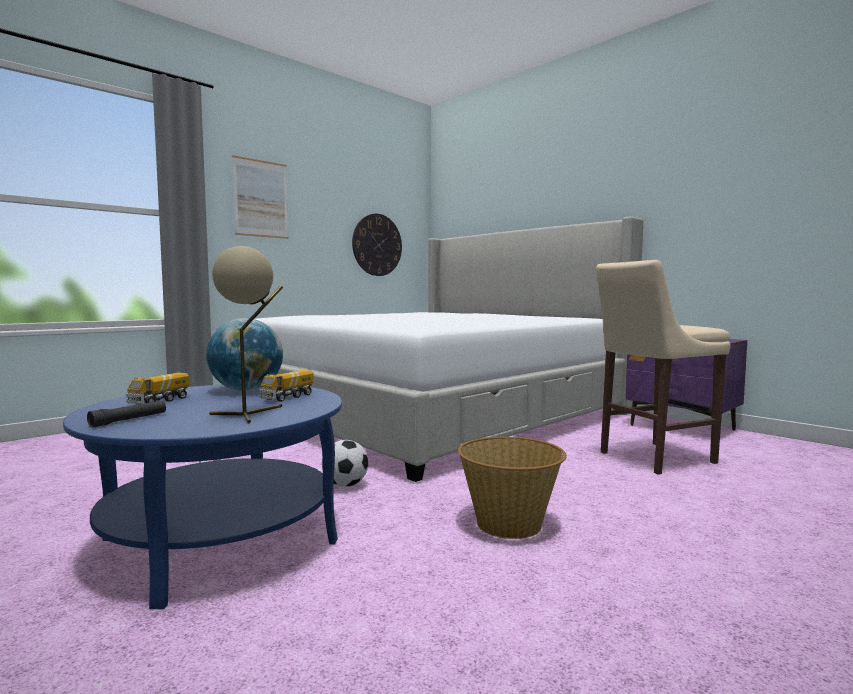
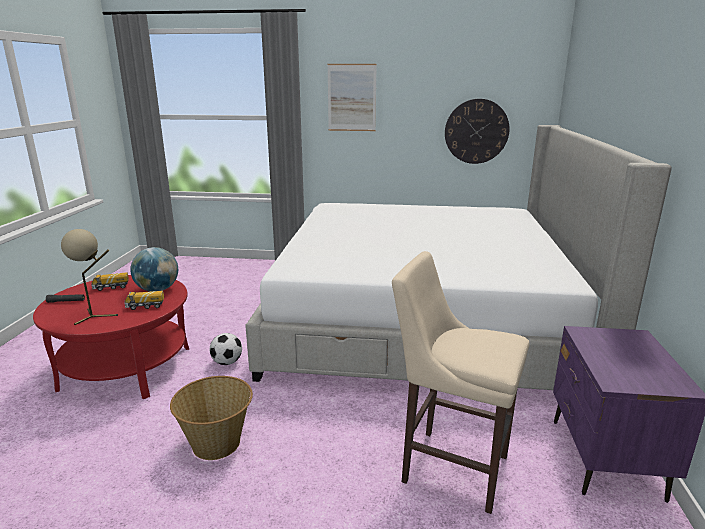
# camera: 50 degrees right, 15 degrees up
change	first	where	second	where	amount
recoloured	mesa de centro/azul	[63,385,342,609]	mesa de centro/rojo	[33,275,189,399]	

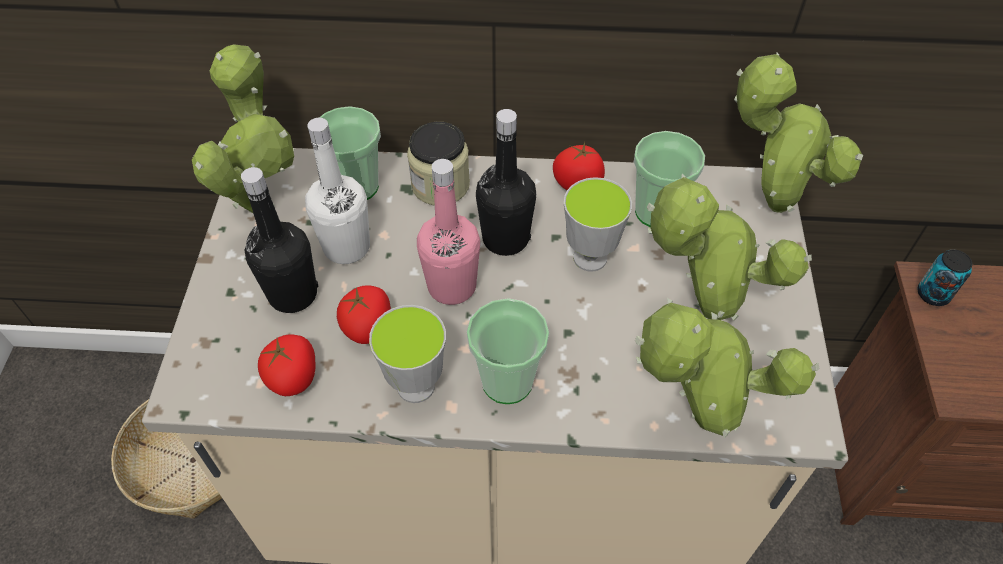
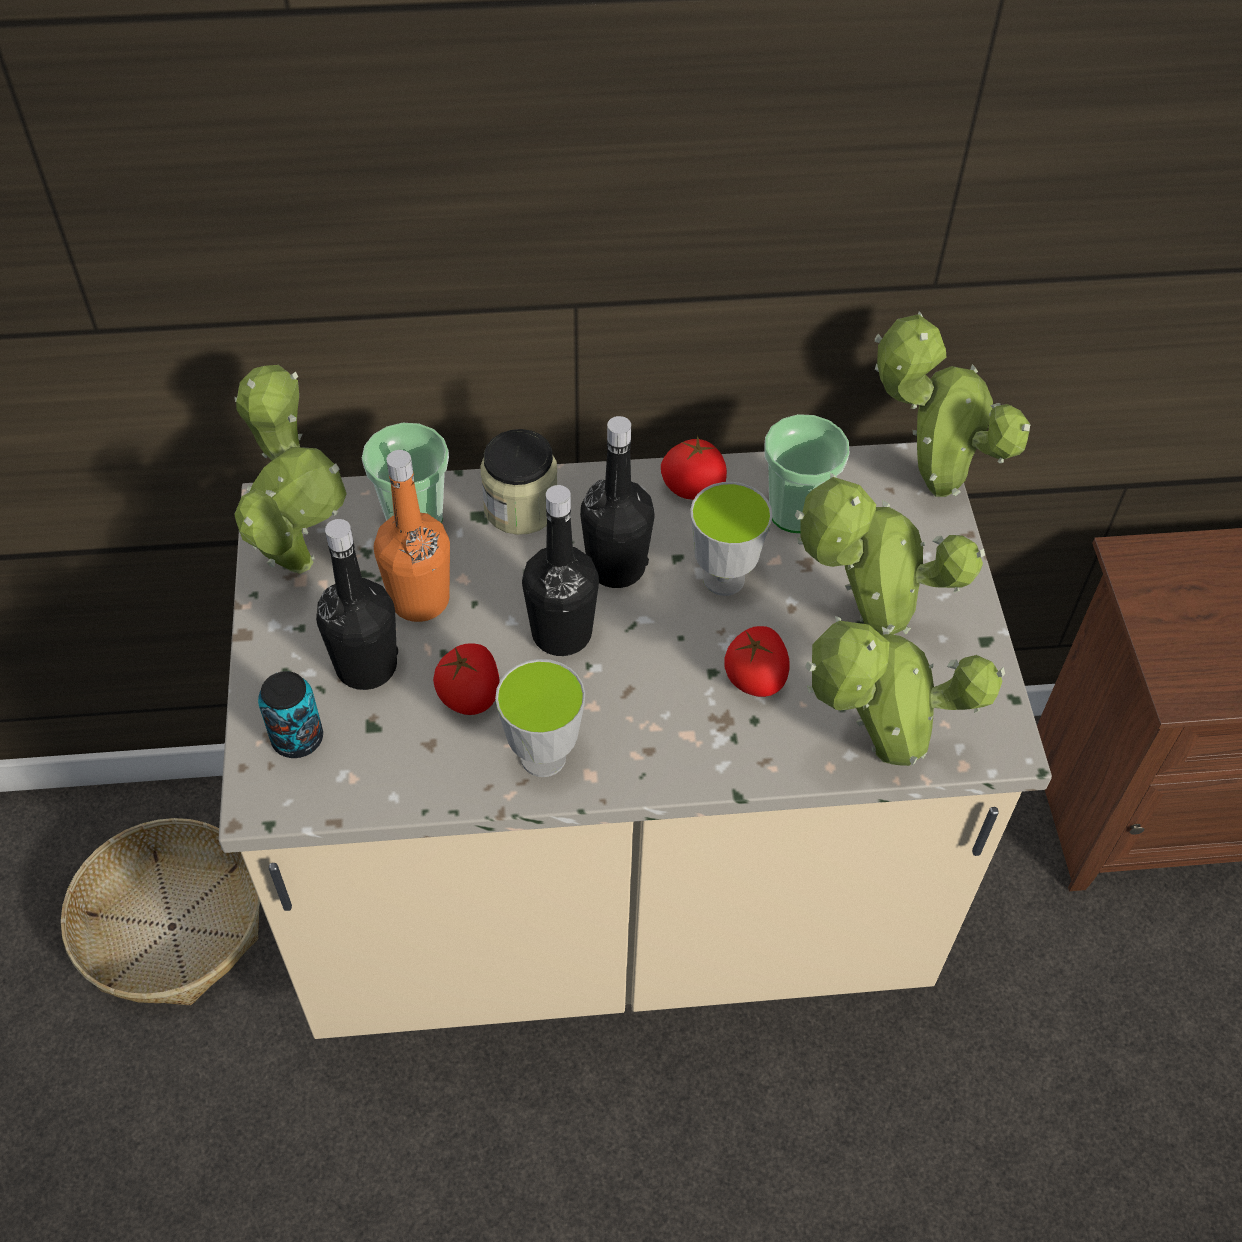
# camera: 10 degrees left, 0 degrees up
change	first	where	second	where	amount
recoloured	botella/blanco	[305,118,370,264]	botella/naranja	[374,450,450,622]	
recoloured	botella/rosa	[417,159,480,305]	botella/negro	[522,485,599,656]	
moved	lata	[917,249,972,306]		[258,671,323,758]	
removed	taza	[467,298,549,404]			
moved	tomate	[258,335,316,396]		[724,626,790,697]	

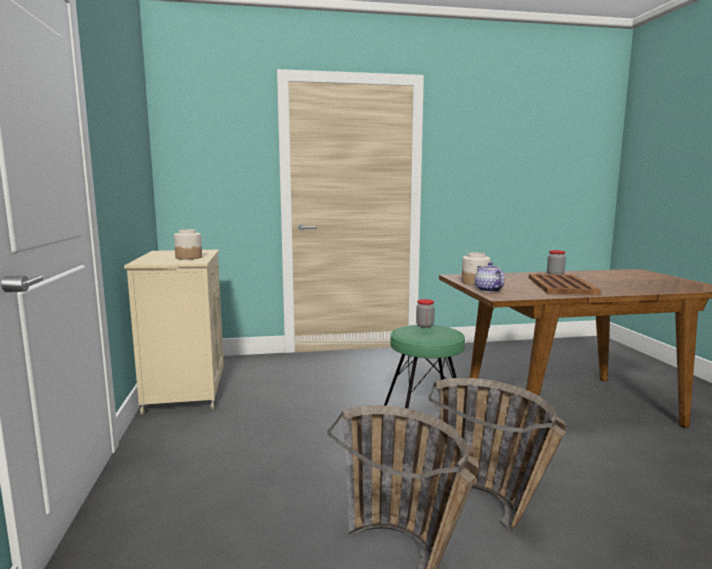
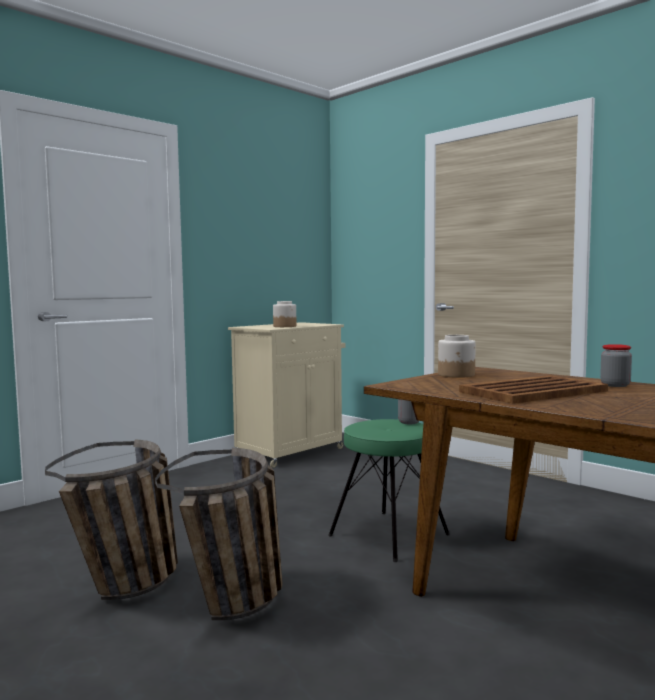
# camera: 55 degrees right, 5 degrees down
change	first	where	second	where	amount
removed	tetera	[475,262,505,292]			

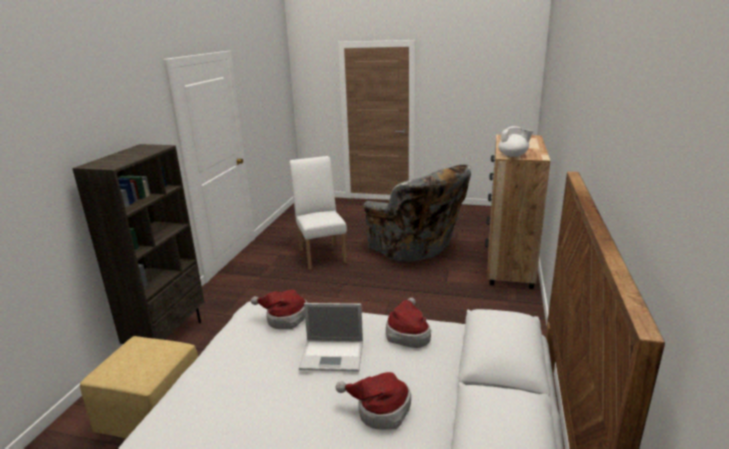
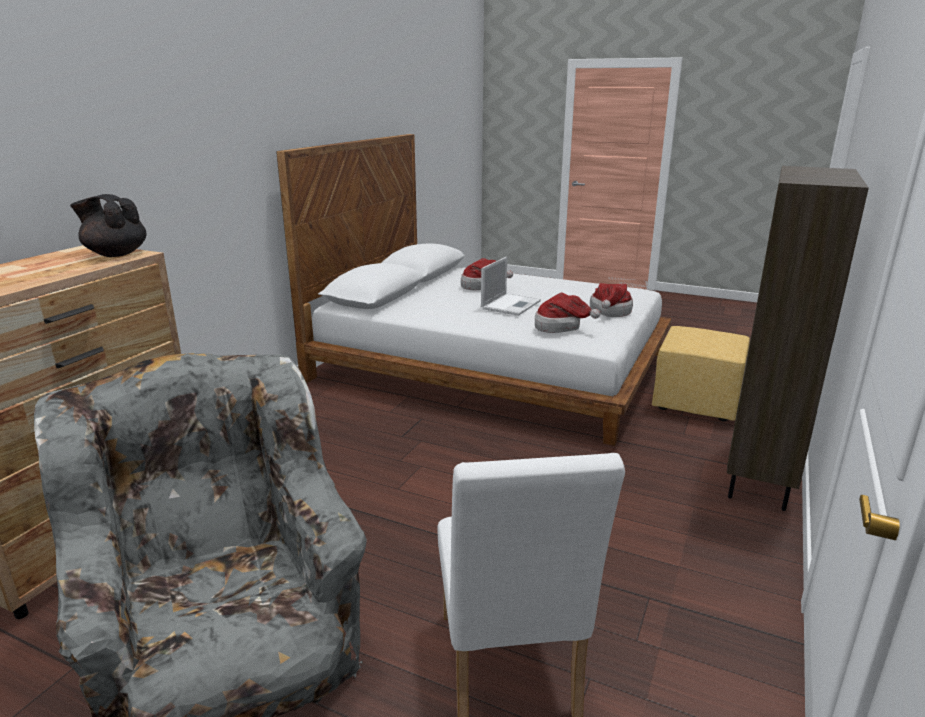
# camera: 170 degrees left, 0 degrees up
change	first	where	second	where	amount
recoloured	tetera/blanco	[498,126,533,157]	tetera/negro	[70,194,147,257]	
moved	sombrero	[386,297,431,348]		[590,283,633,317]	
turned	portátil	[299,303,363,372]		[481,257,541,316]	105 degrees clockwise

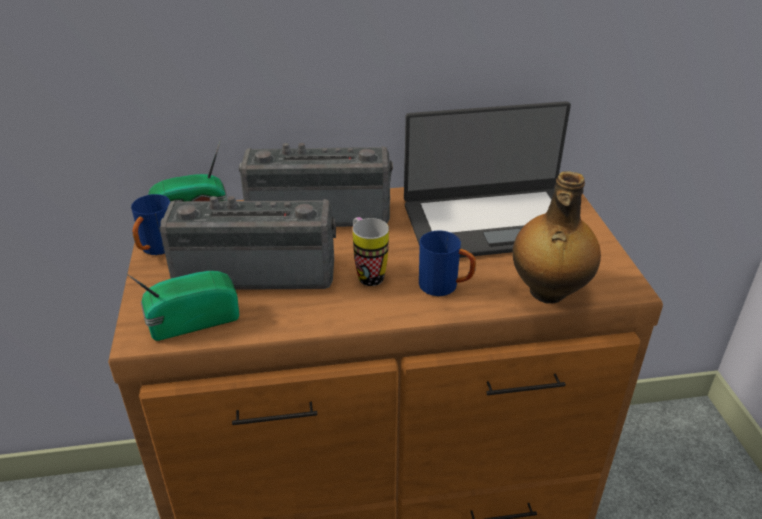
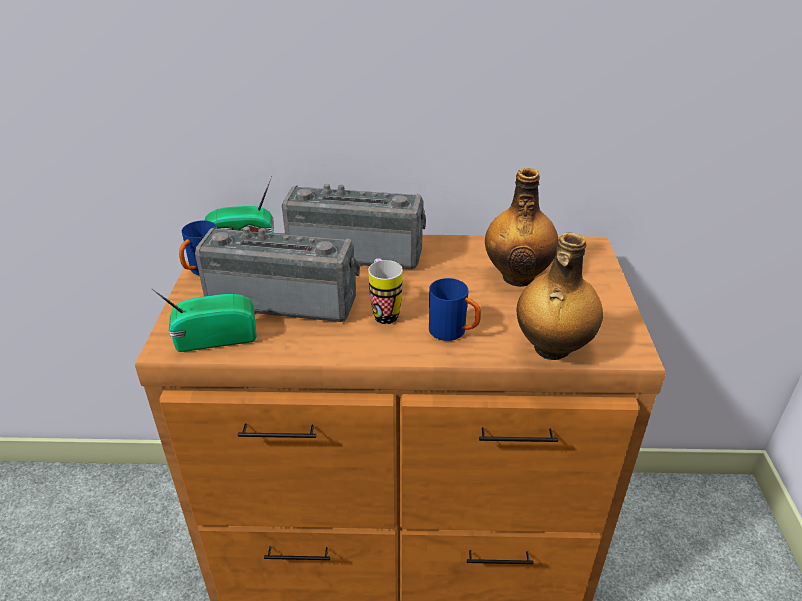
# camera: 10 degrees right, 0 degrees up
change	first	where	second	where	amount
replaced	portátil	[404,101,571,258]	botella	[485,168,559,287]	

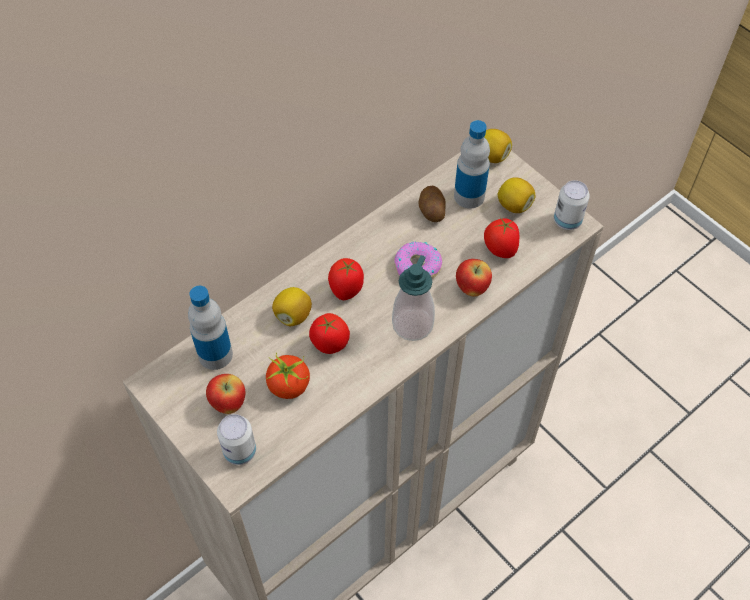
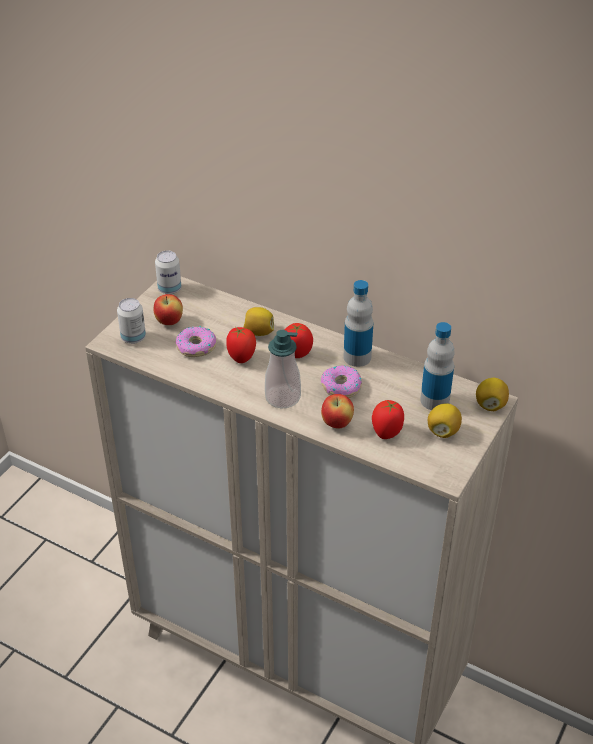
# camera: 70 degrees right, 15 degrees down
change	first	where	second	where	amount
moved	lata	[554,180,590,230]		[155,251,181,294]	
removed	patata	[418,186,446,222]			
moved	botella	[188,286,233,370]		[343,280,373,367]	
replaced	tomate	[266,353,310,399]	rosquilla	[176,326,216,357]	

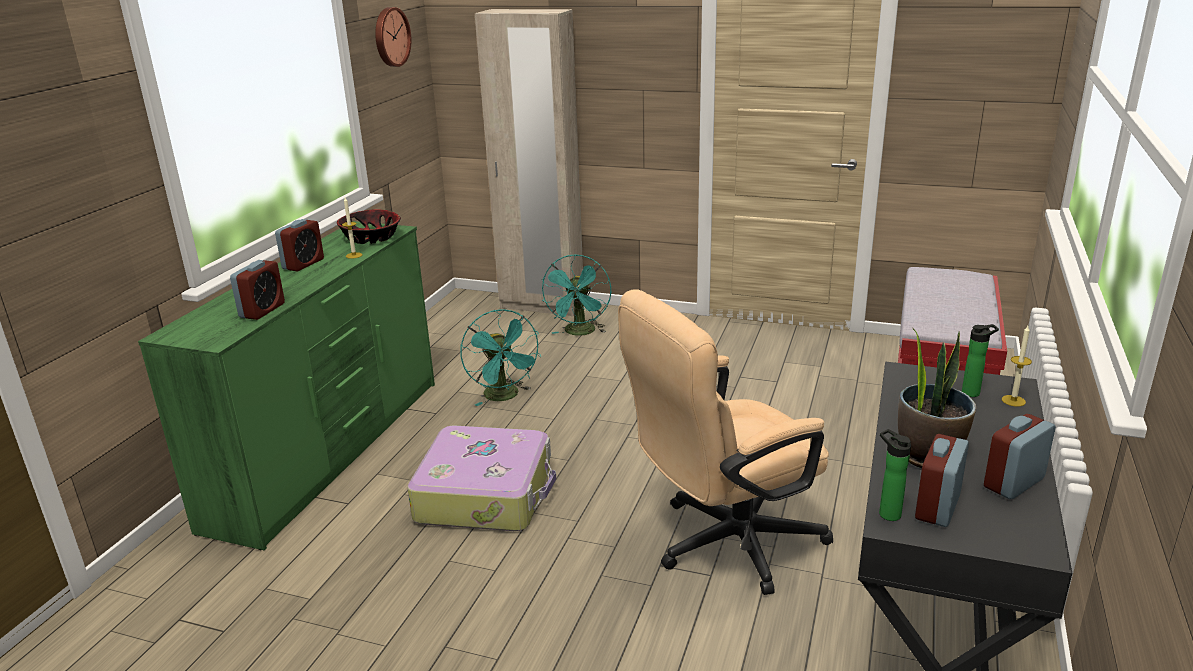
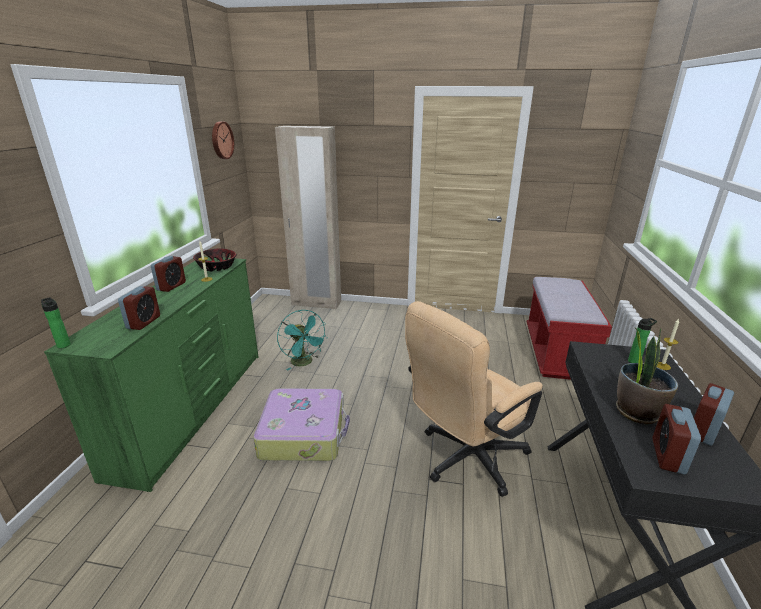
# camera: 10 degrees left, 0 degrees up
change	first	where	second	where	amount
removed	ventilador/turquesa	[542,254,611,336]			
moved	botella	[879,429,911,521]		[41,297,71,348]	

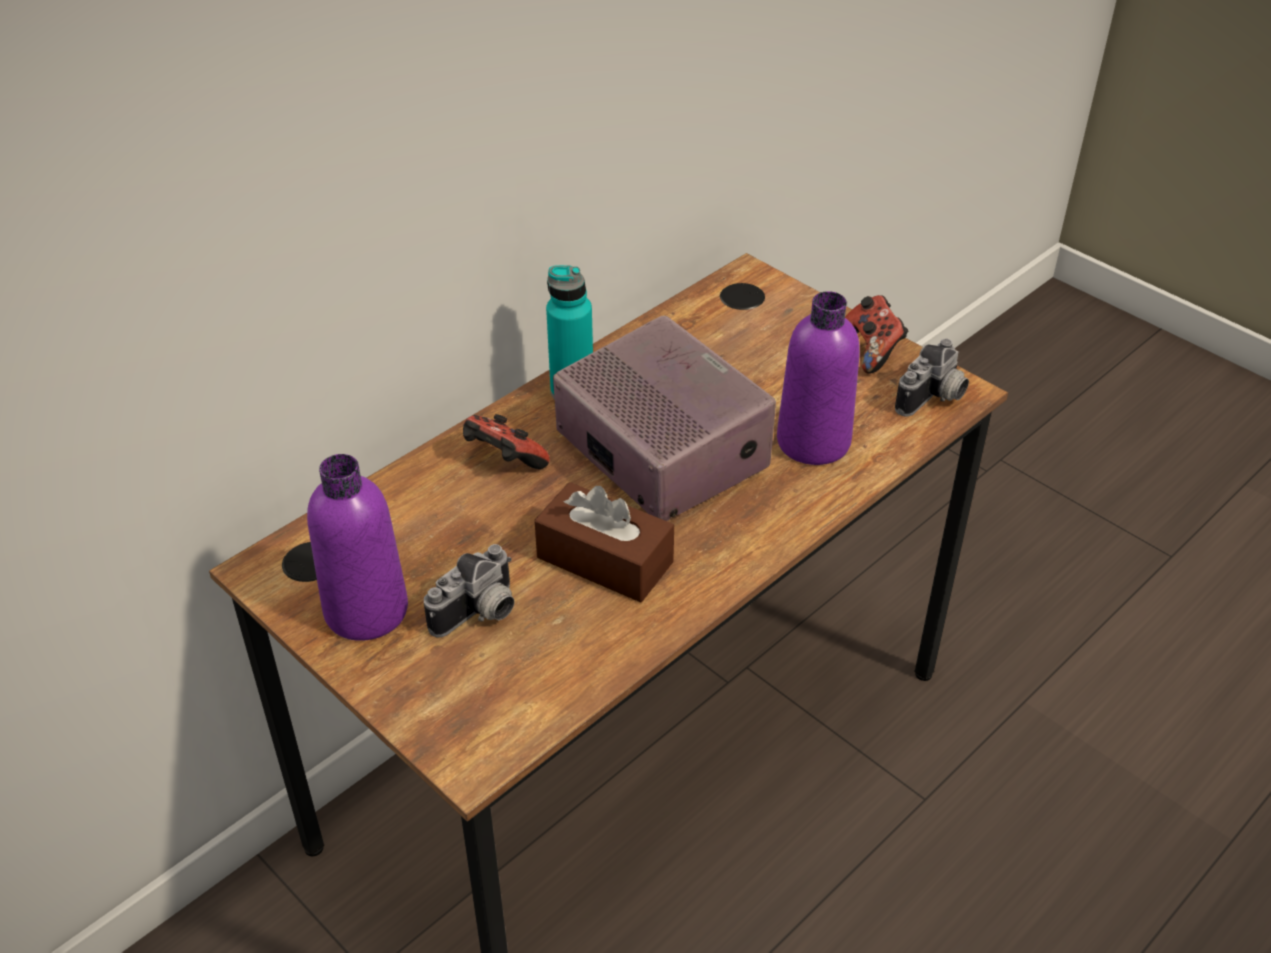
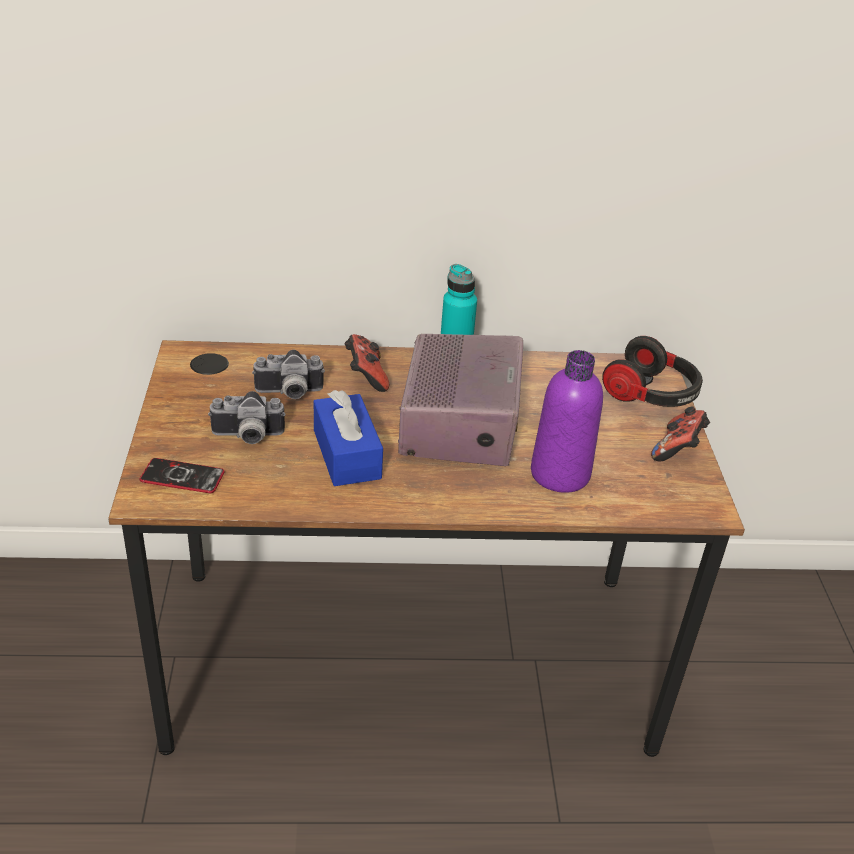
# camera: 40 degrees right, 5 degrees down
change	first	where	second	where	amount
moved	cámara	[895,339,969,417]		[252,350,325,399]	
removed	botella/morado	[307,454,408,641]			
recoloured	caja de pañuelos/marrón	[534,482,674,602]	caja de pañuelos/azul	[314,390,383,486]	
added			auriculares	[602,336,703,407]	
added			móvil	[140,458,225,493]	

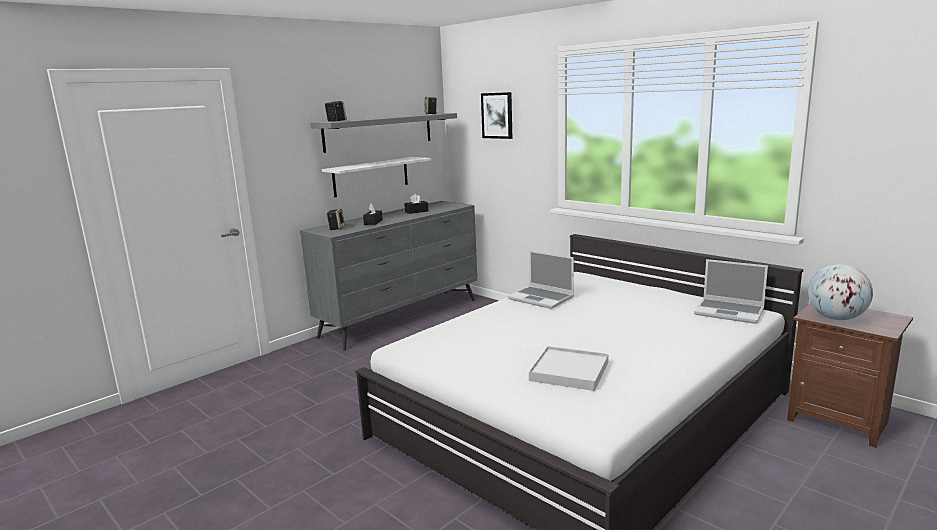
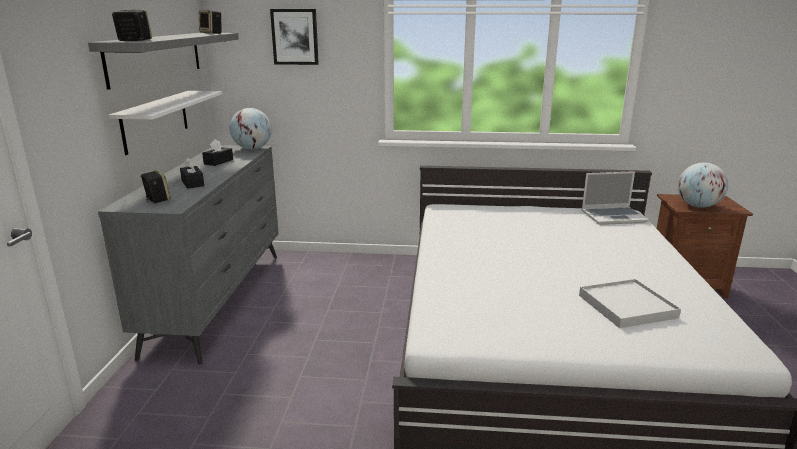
# camera: 40 degrees left, 5 degrees up
change	first	where	second	where	amount
removed	portátil	[508,250,574,309]			
added			globo terráqueo	[230,108,272,150]	

